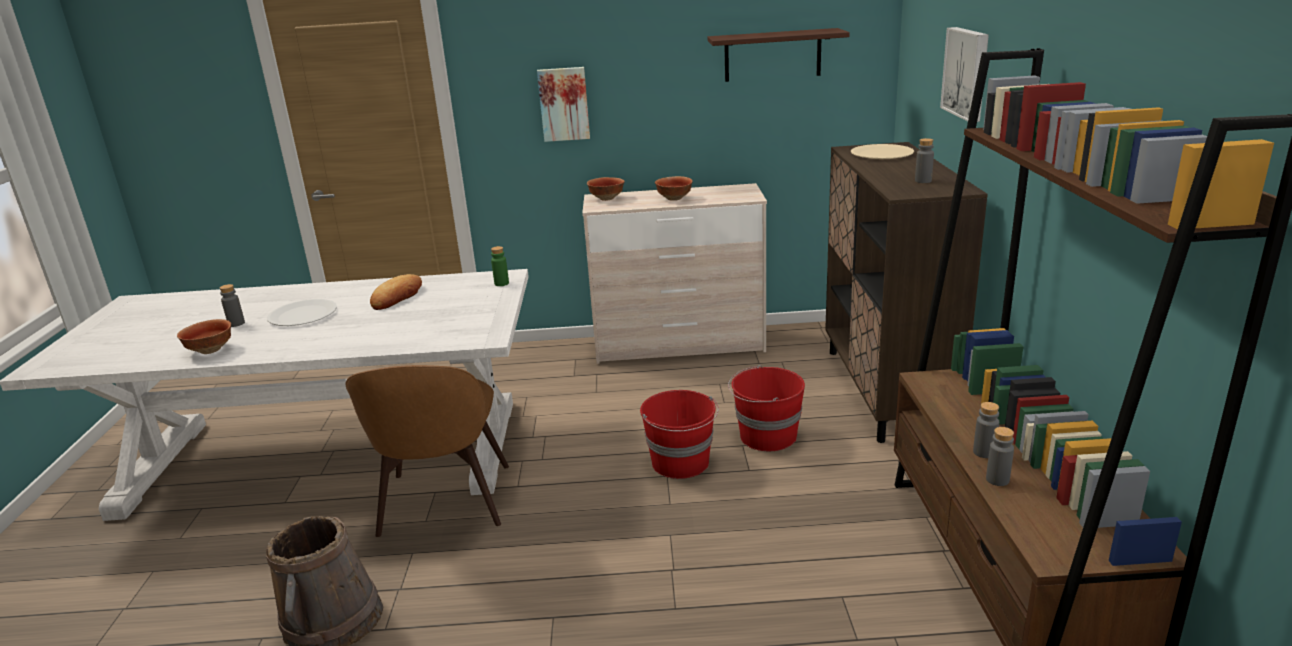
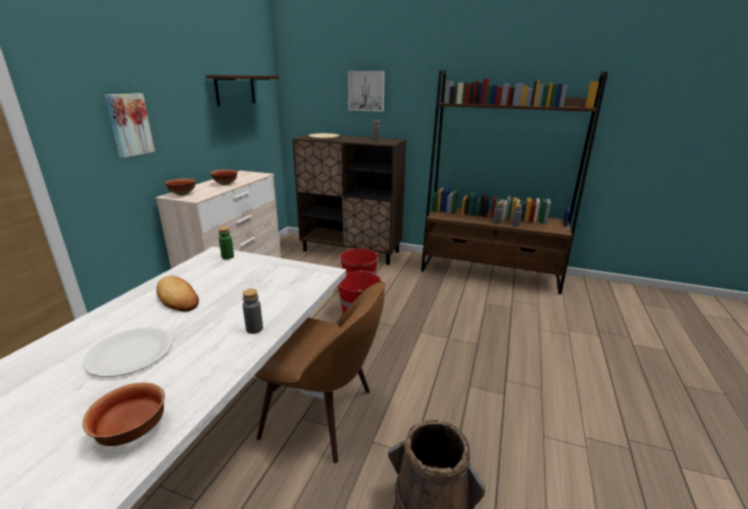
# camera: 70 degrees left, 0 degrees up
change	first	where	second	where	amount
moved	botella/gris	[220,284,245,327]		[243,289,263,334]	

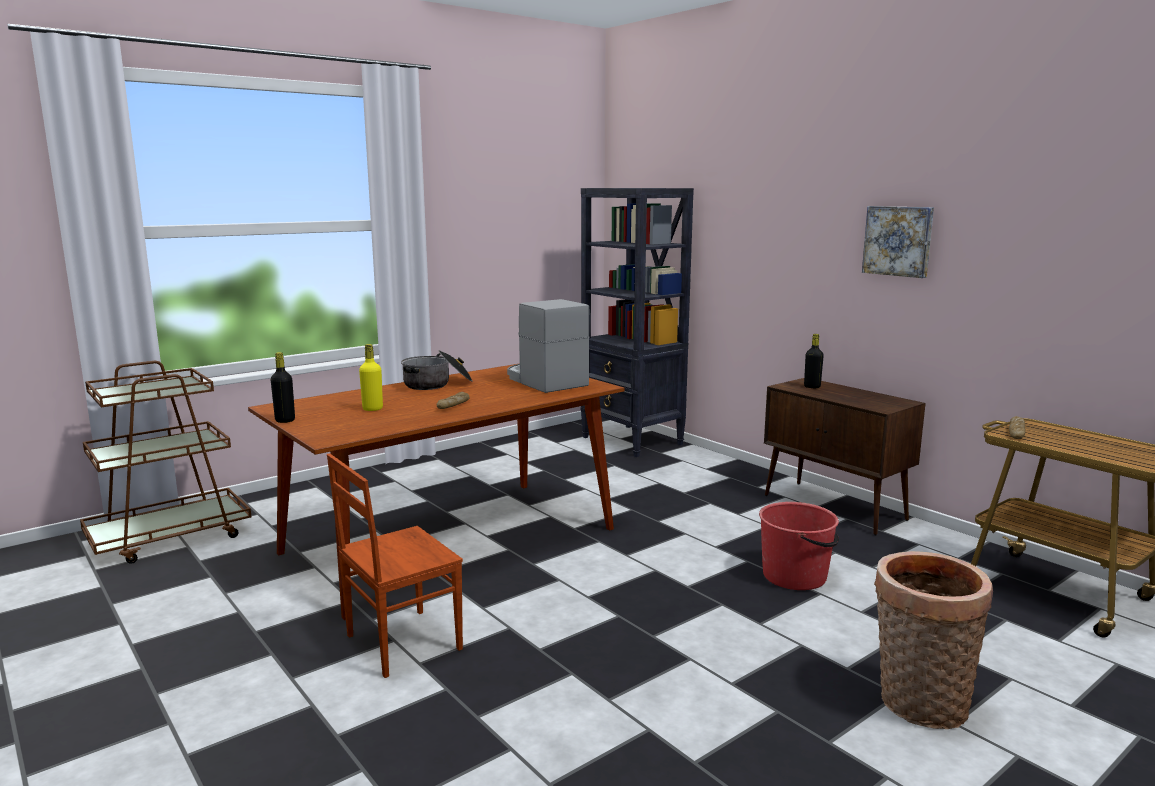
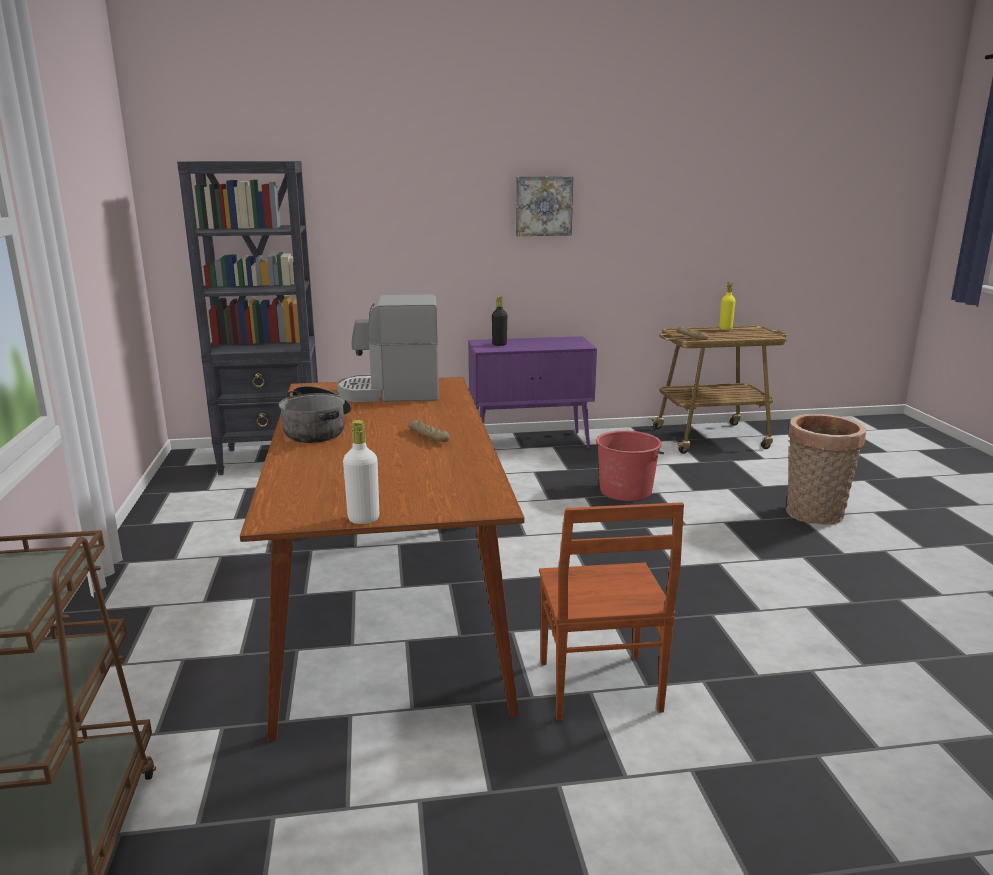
# camera: 60 degrees left, 5 degrees up
change	first	where	second	where	amount
moved	botella/amarillo	[359,344,383,411]		[719,282,736,330]	
recoloured	botella/negro	[271,352,295,423]	botella/blanco	[343,420,379,524]	
recoloured	armario/marrón	[764,378,926,535]	armario/morado	[468,336,597,449]	

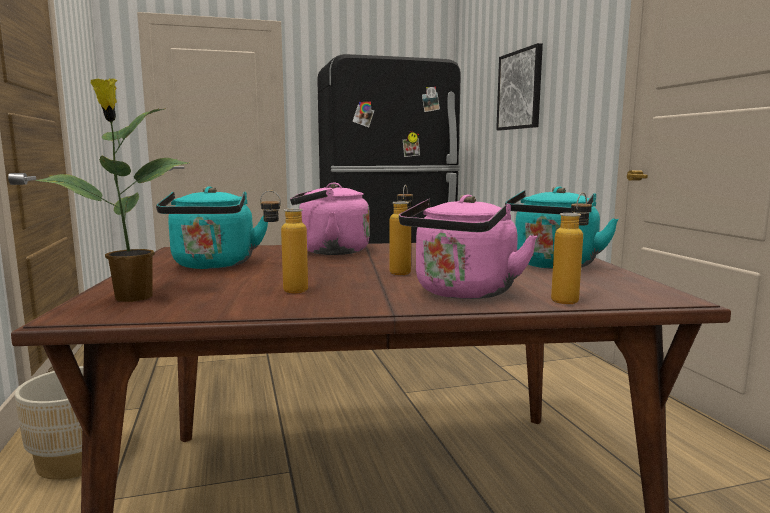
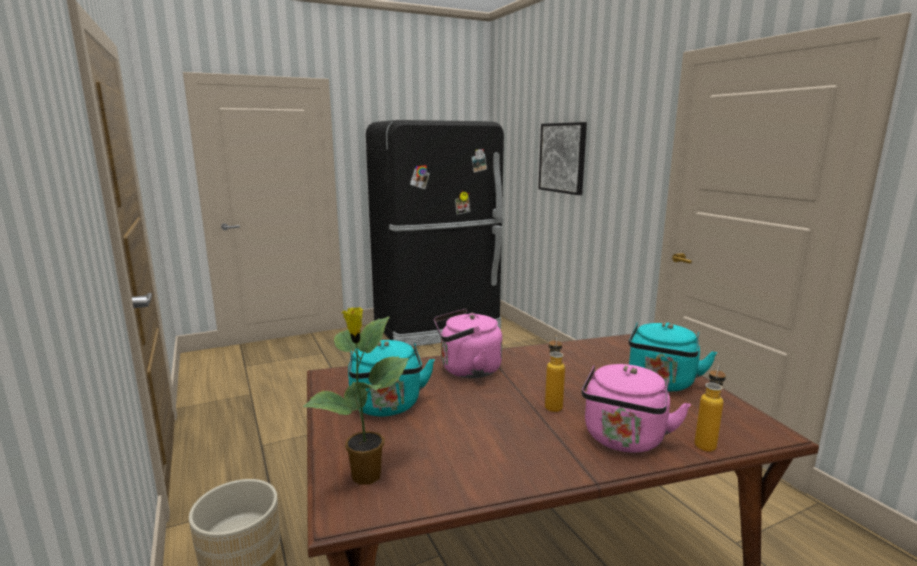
# camera: 10 degrees left, 5 degrees up
change	first	where	second	where	amount
removed	botella	[260,191,308,293]			

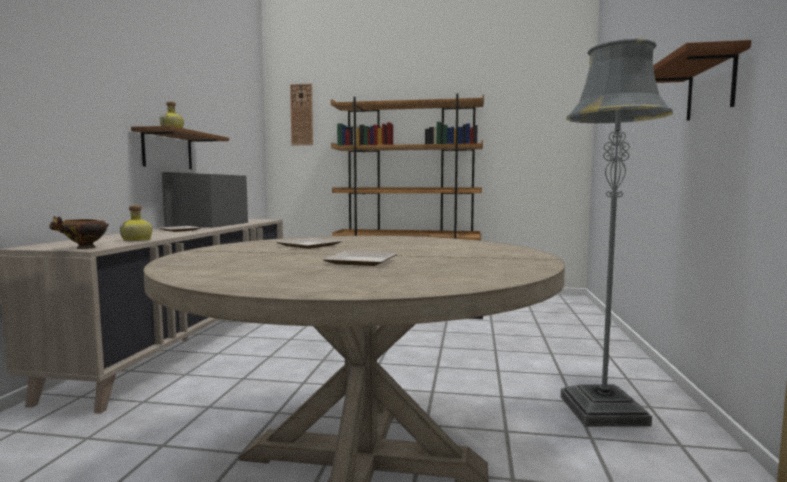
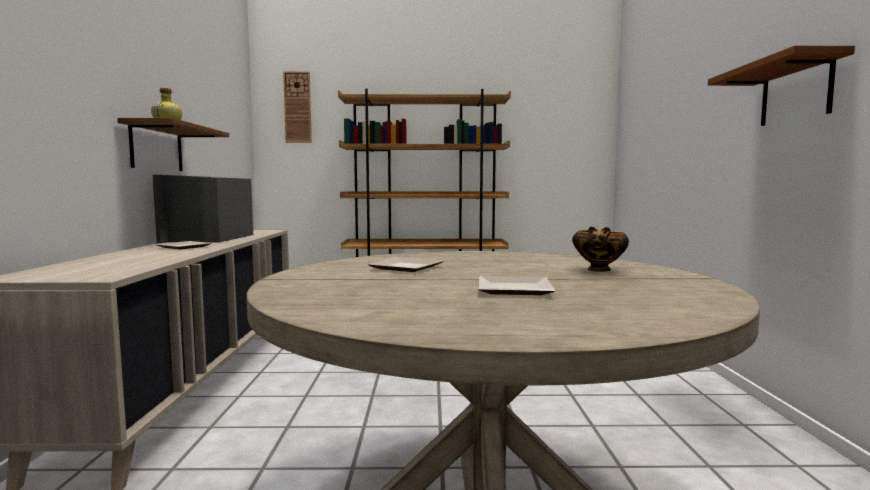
# camera: 10 degrees left, 0 degrees up
change	first	where	second	where	amount
removed	lámpara de pie/gris	[561,39,673,427]			
removed	botella	[120,205,152,241]			
moved	cuenco	[49,216,109,249]		[572,227,629,272]	

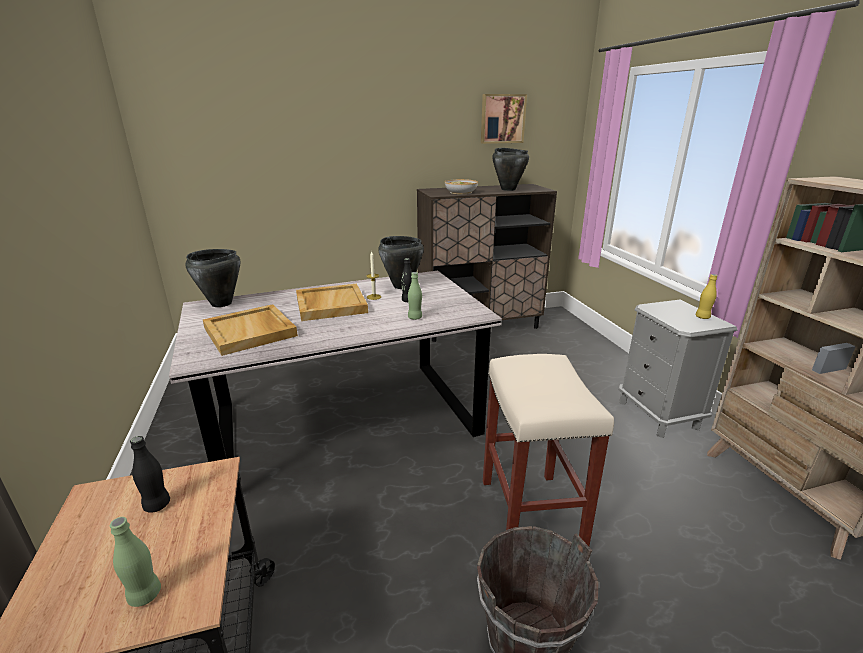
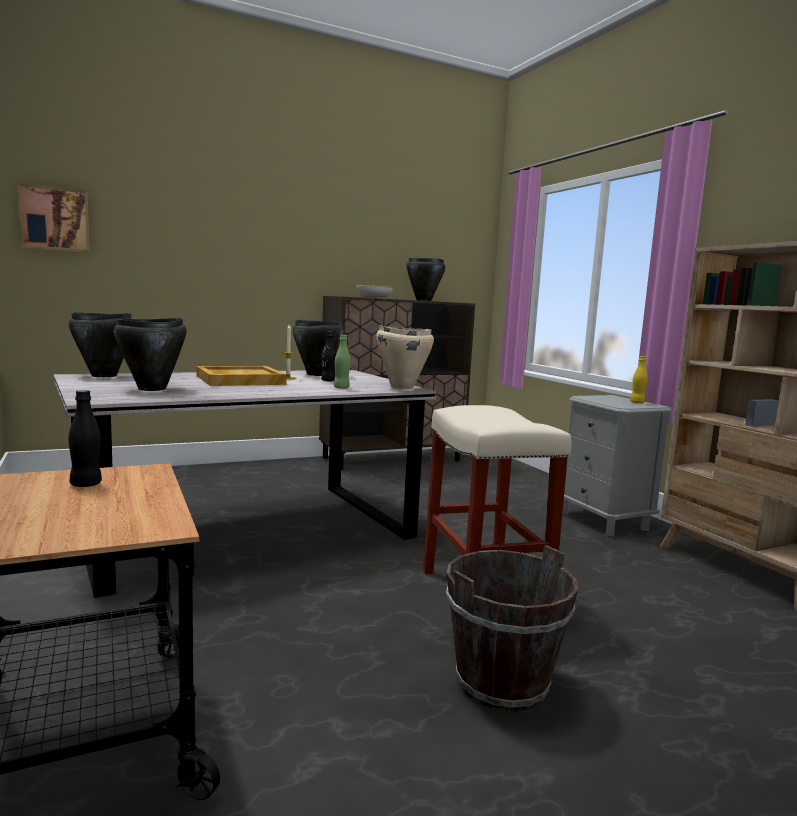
# camera: 10 degrees left, 15 degrees down
change	first	where	second	where	amount
moved	cuadro	[481,94,527,144]		[17,183,90,253]	
replaced	bandeja/beis	[203,304,298,356]	olla/negro	[114,318,186,391]	
removed	botella/verde	[110,517,161,607]			
added			olla/beis	[376,325,434,390]	

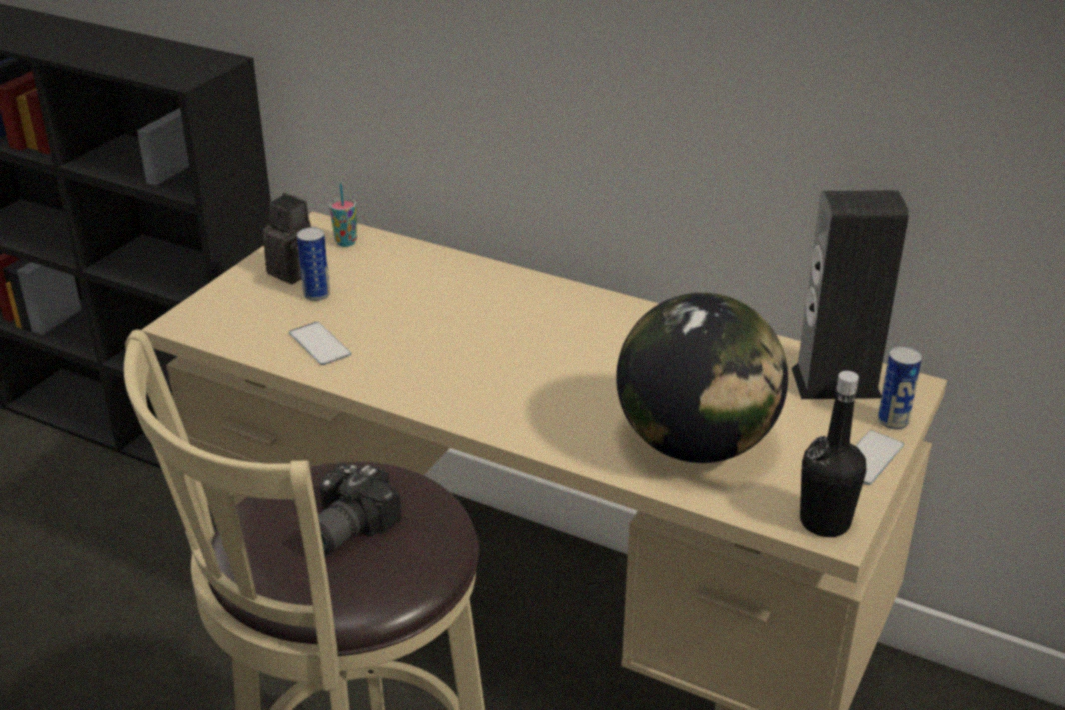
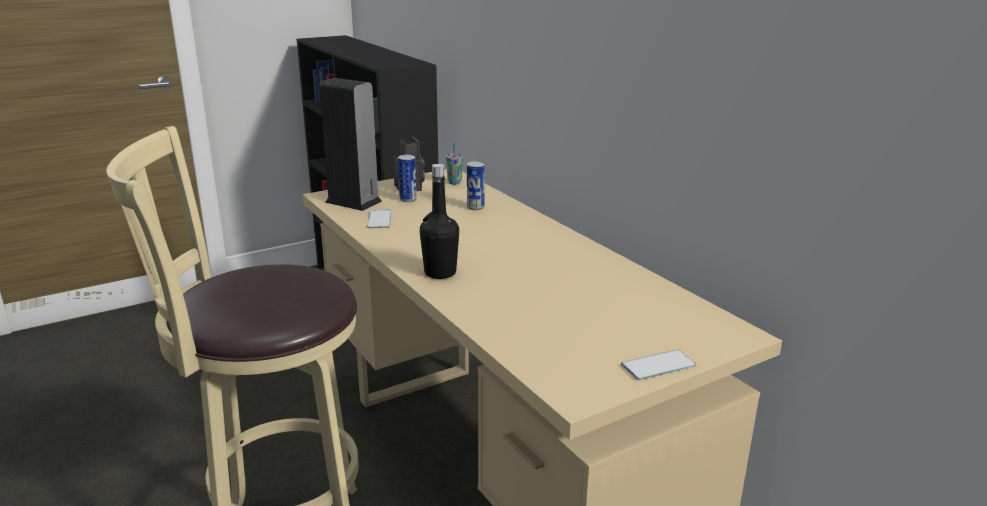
# camera: 30 degrees right, 10 degrees down
change	first	where	second	where	amount
moved	altavoz	[791,190,909,399]		[319,78,382,211]	
removed	globo terráqueo	[616,293,788,463]			
moved	lata	[878,346,922,430]		[467,161,485,210]	
moved	botella/negro	[800,371,866,537]		[420,164,459,279]	
removed	cámara	[318,463,402,555]			

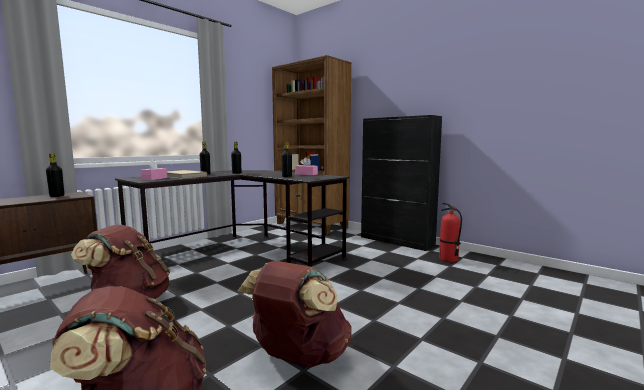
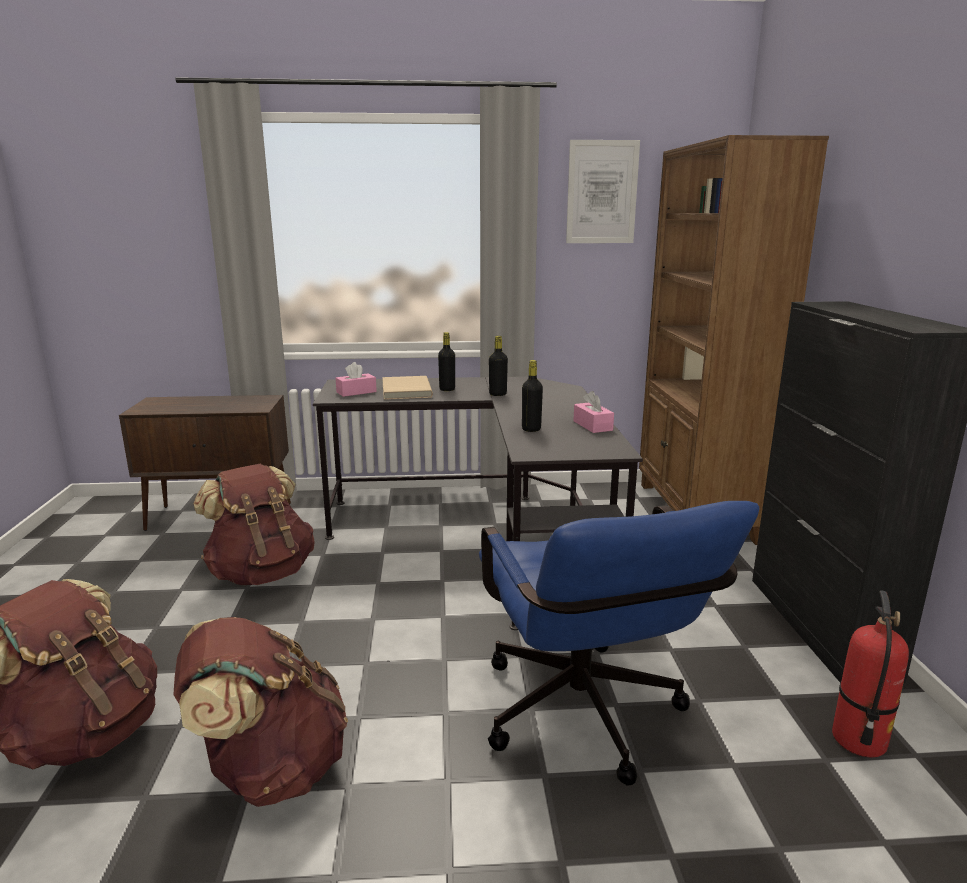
# camera: 45 degrees right, 10 degrees up
change	first	where	second	where	amount
removed	botella/negro	[46,154,64,197]			
added			cuadro	[566,140,640,243]	
added			silla de oficina/azul	[479,501,759,785]	

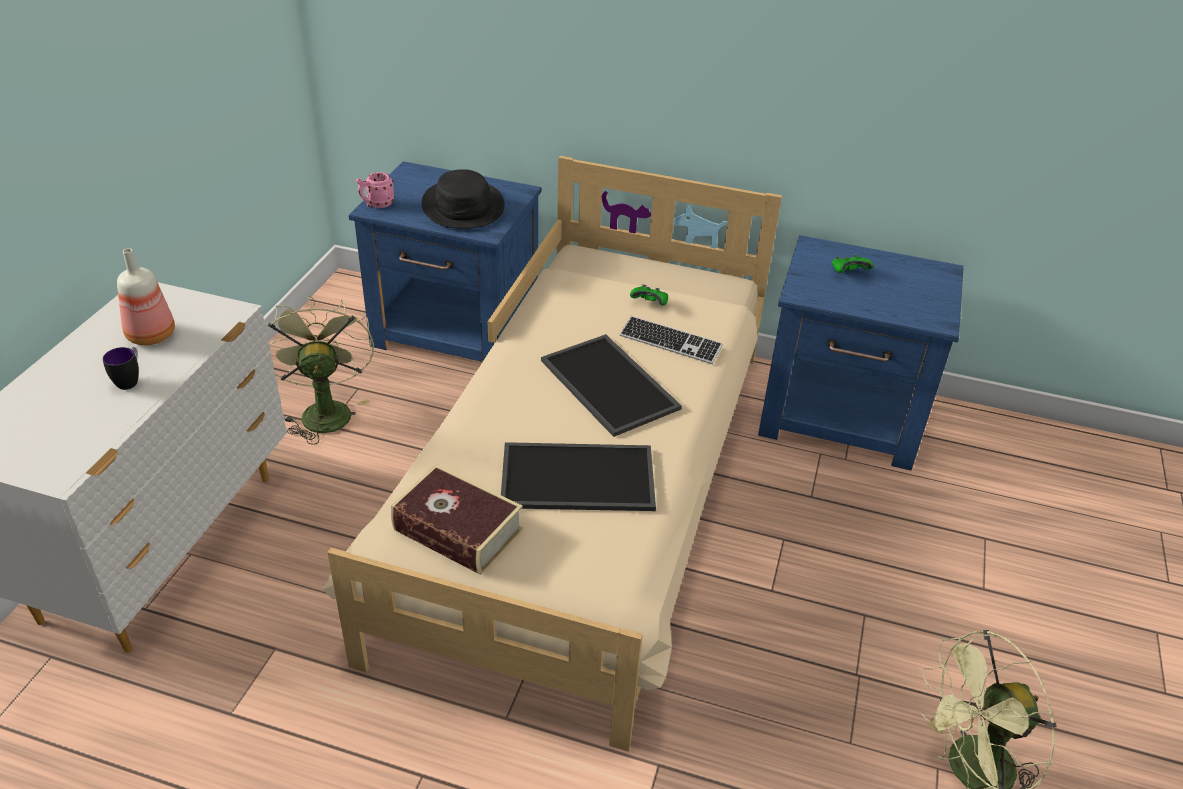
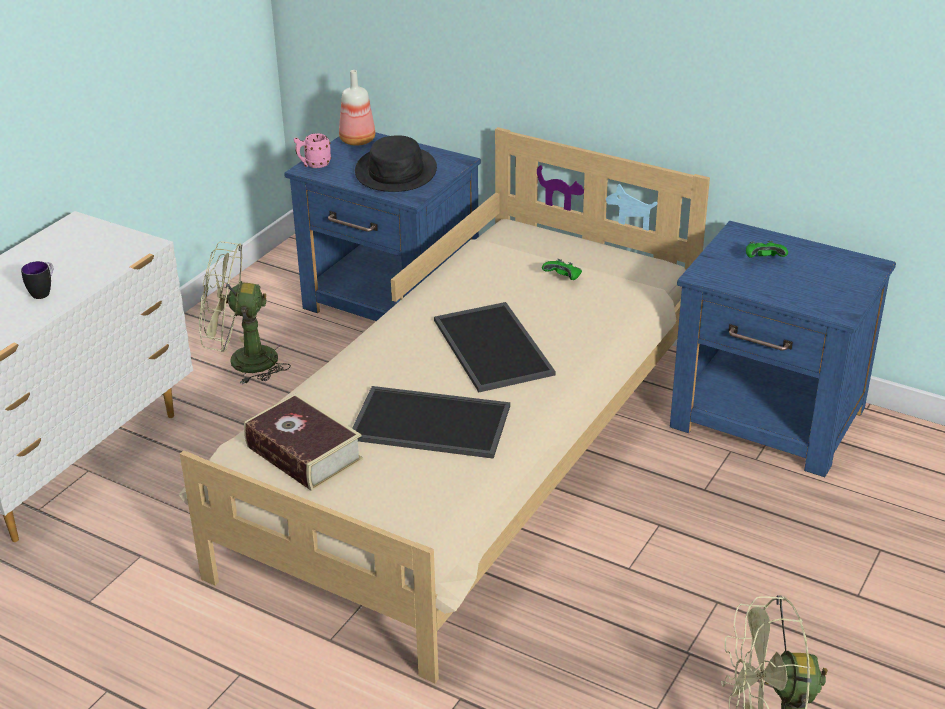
# camera: 15 degrees right, 5 degrees down
change	first	where	second	where	amount
moved	botella	[117,248,175,345]		[339,70,375,146]	
turned	ventilador/verde	[266,295,374,445]		[199,241,291,384]	90 degrees counterclockwise
removed	teclado	[620,316,723,364]			

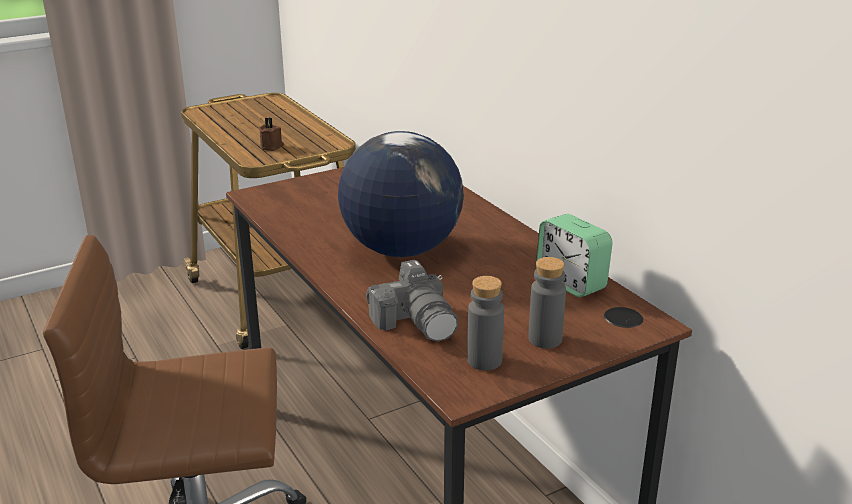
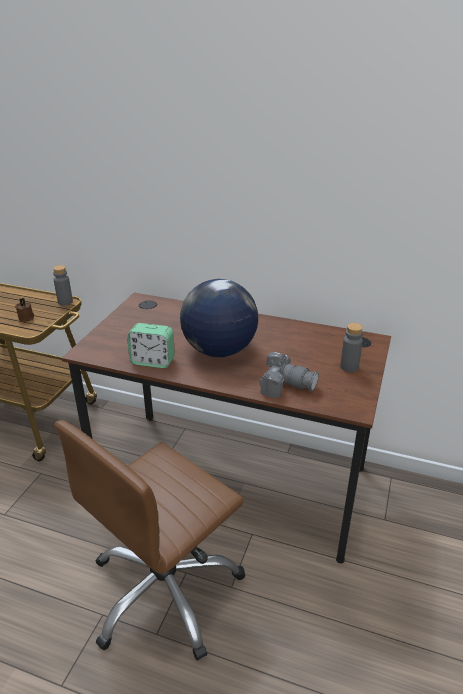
# camera: 40 degrees left, 5 degrees up
change	first	where	second	where	amount
moved	despertador	[536,214,613,297]		[127,323,175,368]	
moved	botella/gris	[467,276,504,371]		[53,265,73,305]	

